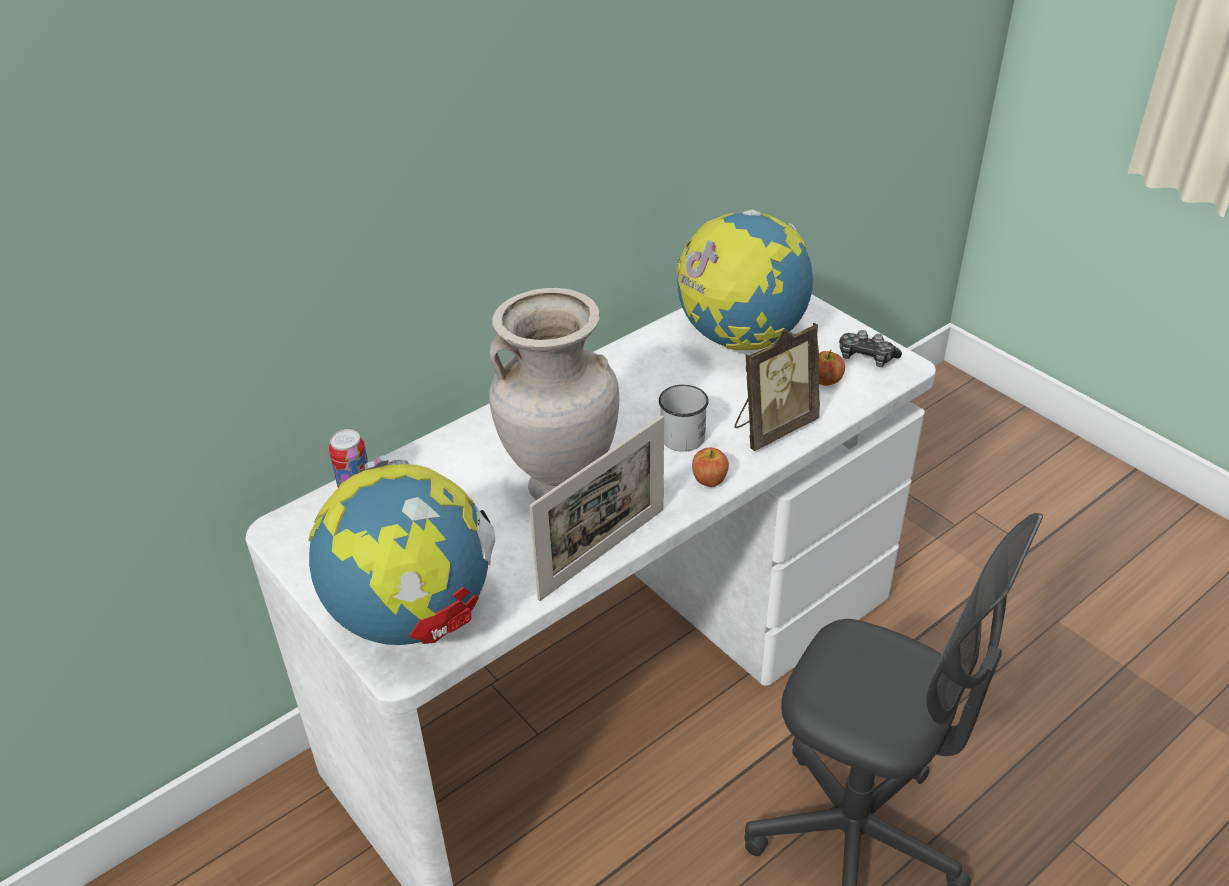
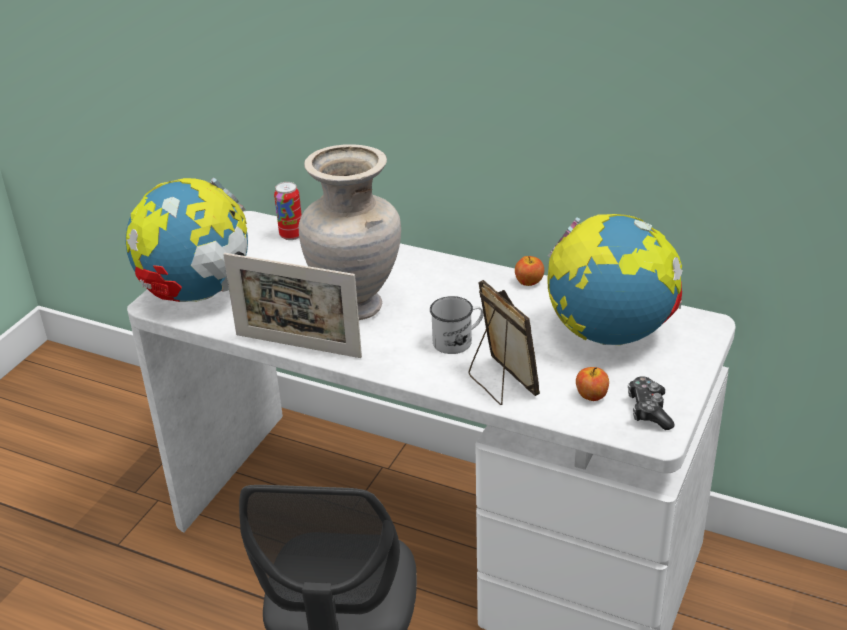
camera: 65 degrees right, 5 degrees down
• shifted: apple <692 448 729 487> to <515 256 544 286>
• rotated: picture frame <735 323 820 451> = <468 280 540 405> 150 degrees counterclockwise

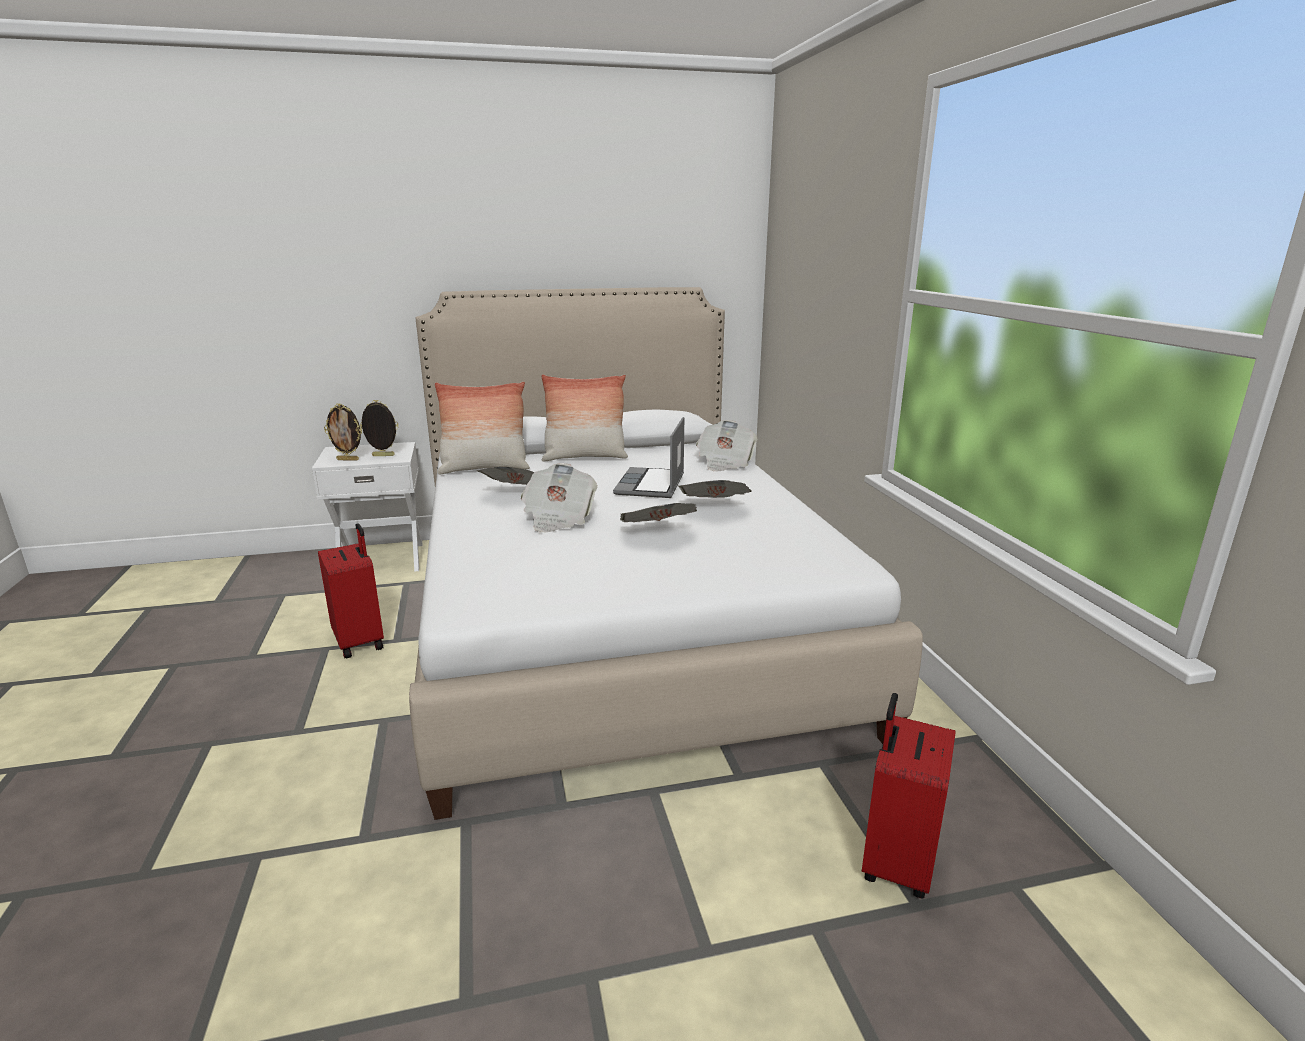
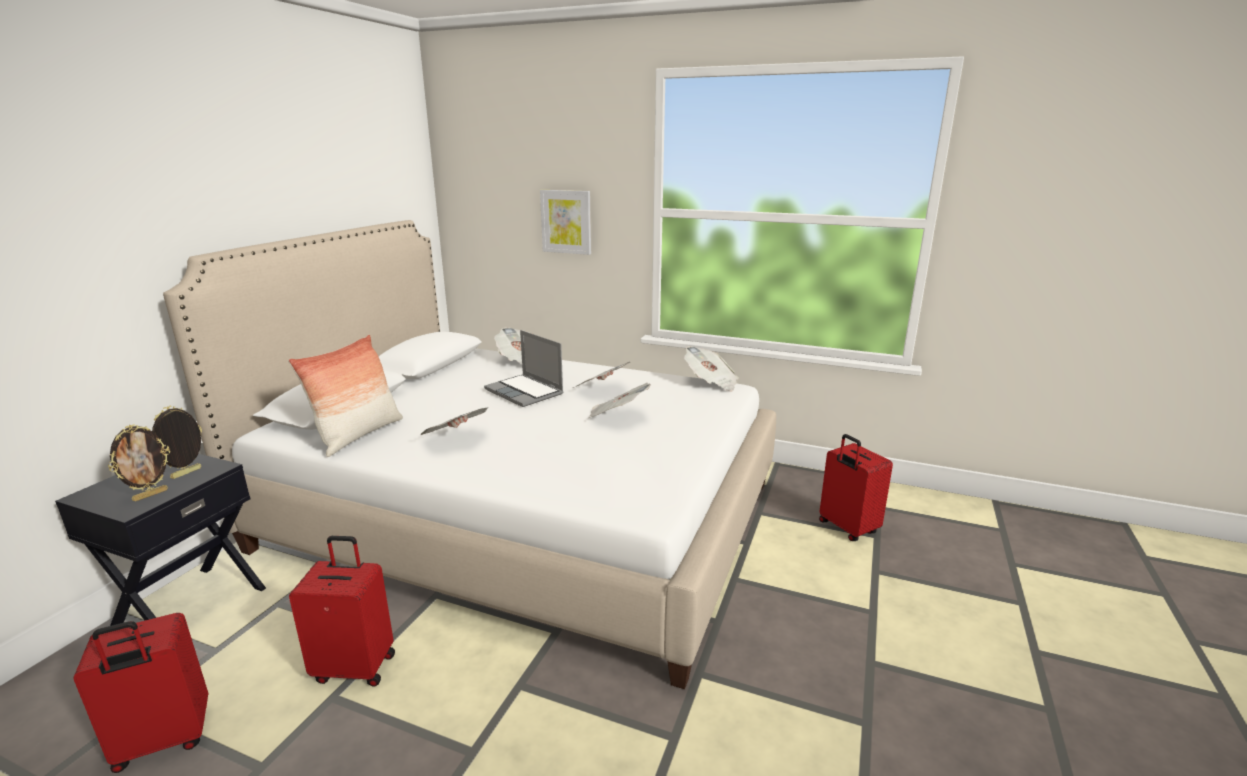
camera: 55 degrees left, 0 degrees up
• gone: pillow <541 374 628 462>
• new: red suitcase <74 613 208 773>
• new: picture <540 190 591 255>
• shifted: newspaper <521 463 598 532> to <684 346 739 392>
• repainted: white nightstand <312 442 423 572> to black nightstand <55 454 266 626>

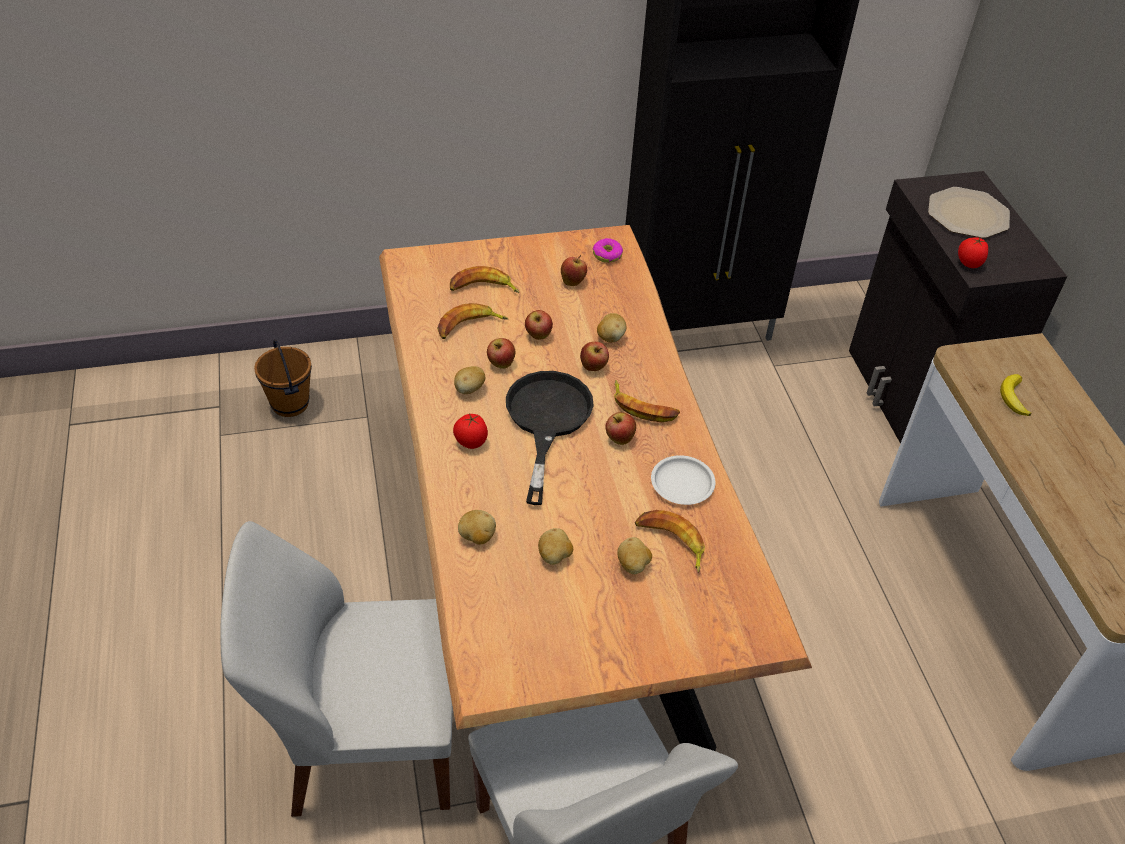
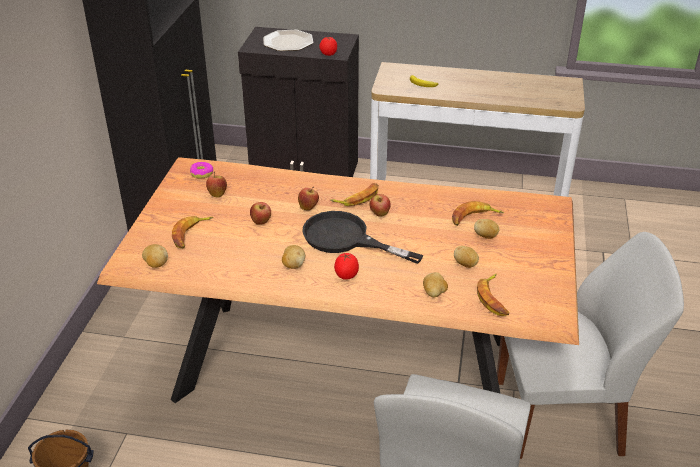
camera: 65 degrees left, 10 degrees down
• gone: apple <487 338 515 369>
• gone: white plate <651 455 716 505>
• shifted: banana <437 303 508 339> to <477 274 509 316>
• shifted: potato <597 313 626 343> to <142 244 168 268>

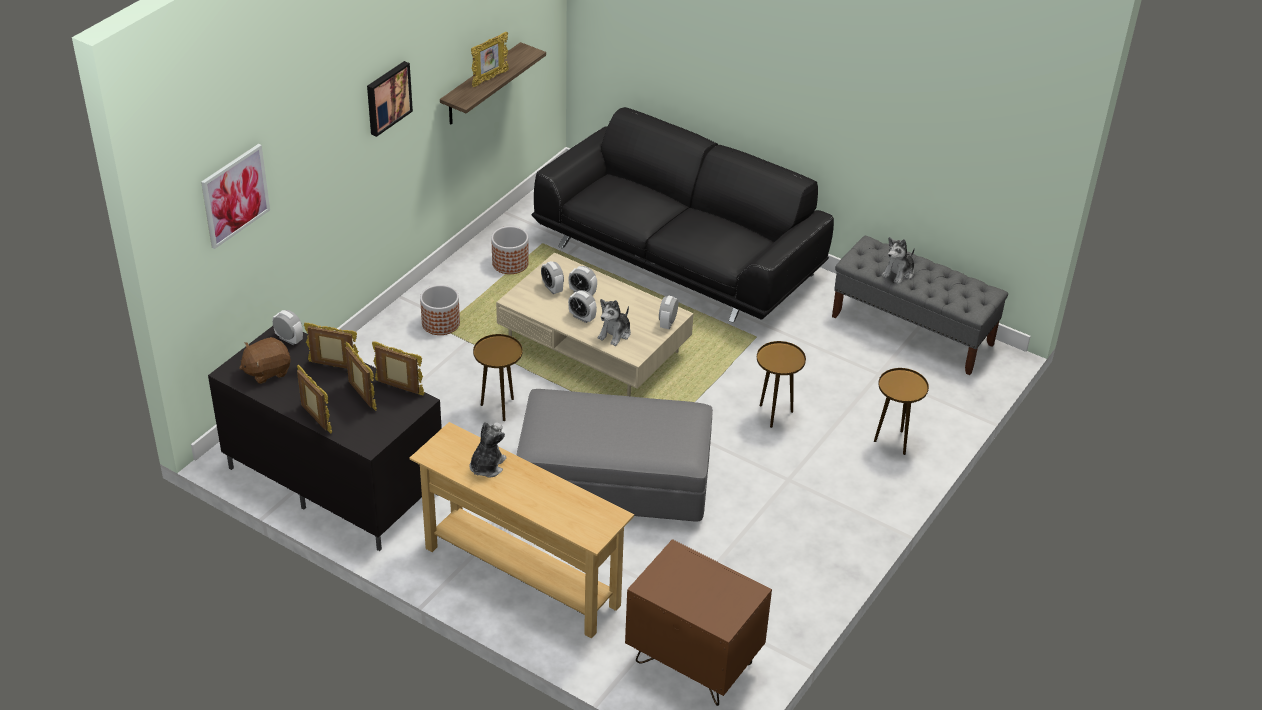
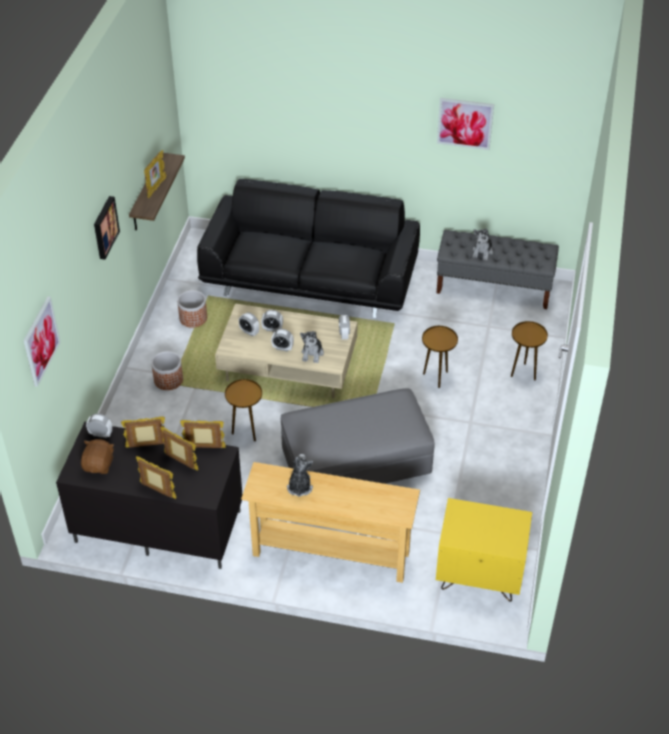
camera: 20 degrees left, 5 degrees up
• new: picture <437 98 494 150>
• repainted: brown nightstand <625 539 772 706> to yellow nightstand <436 498 532 602>
• rotated: brown plush toy <239 337 291 384> = <81 439 114 474> 150 degrees clockwise

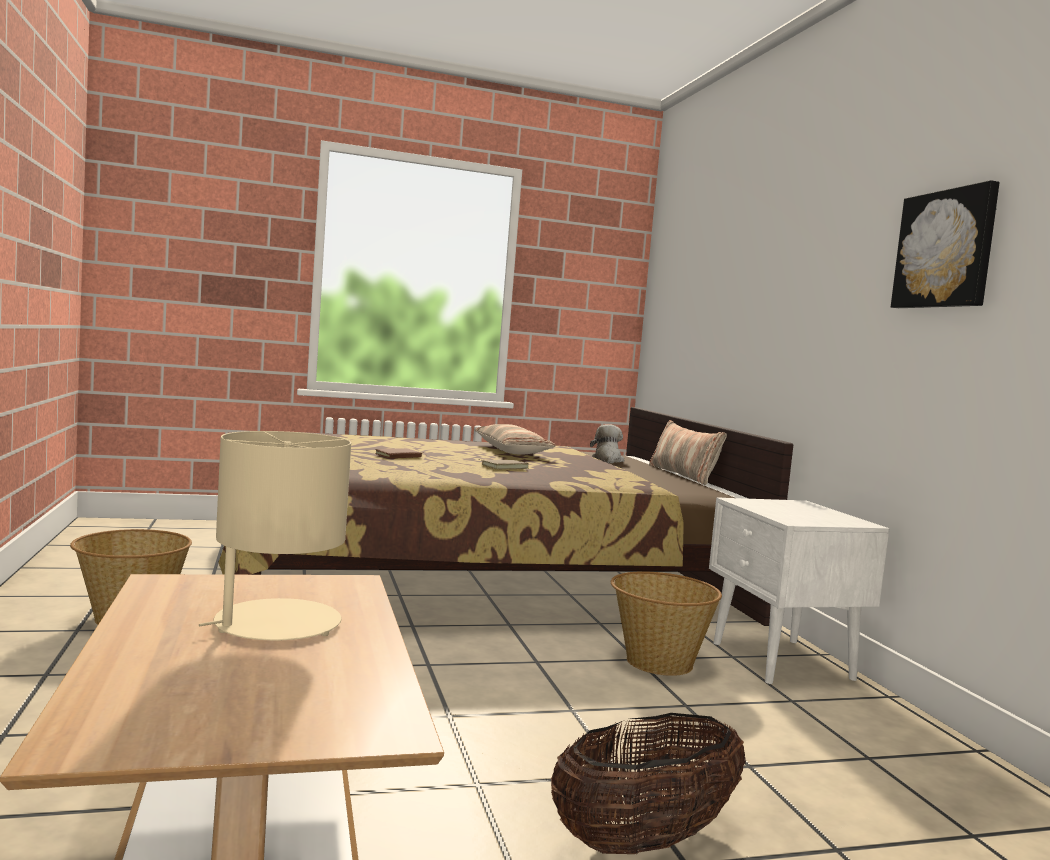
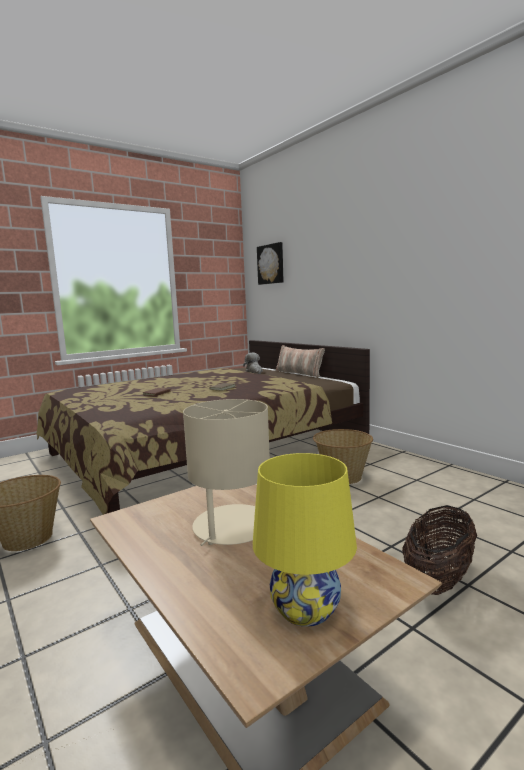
camera: 20 degrees left, 5 degrees up
• gone: pillow <474 424 556 454>
• gone: white nightstand <709 498 890 684>
• new: yellow table lamp <253 453 357 627>
• shifted: picture <891 180 1000 308> to <257 242 284 285>

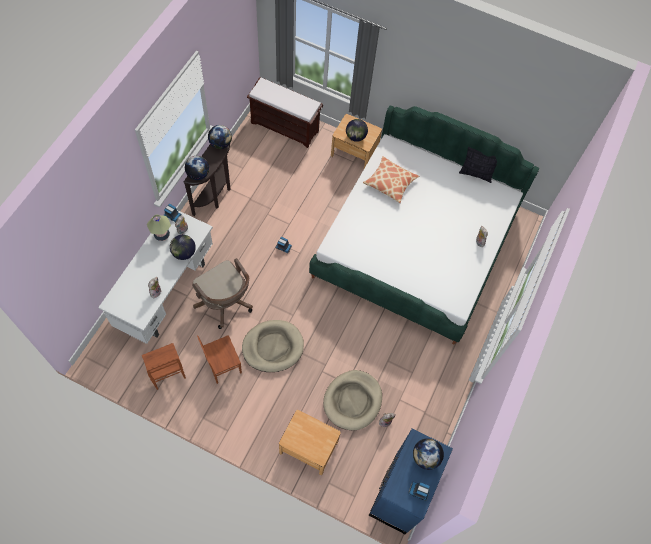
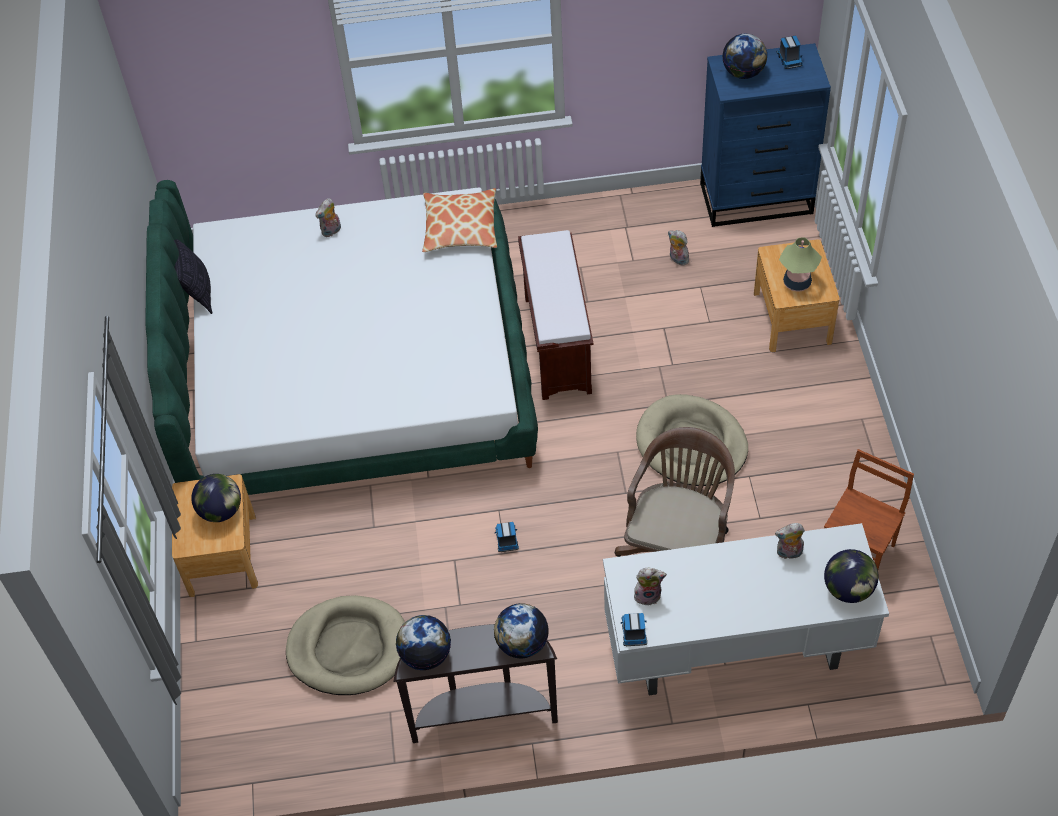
camera: 115 degrees left, 10 degrees down
• gone: brown chair <197 335 242 384>
• shifted: table lamp <147 215 171 241> to <779 238 822 292>
• shifted: globe <170 235 196 260> to <824 549 879 603>
• shifted: brown bench <247 77 323 148> to <518 230 593 400>
• shifted: beige dog bed <323 370 382 430> to <286 595 405 695>
• shifted: pillow <363 156 419 203> to <422 188 497 252>

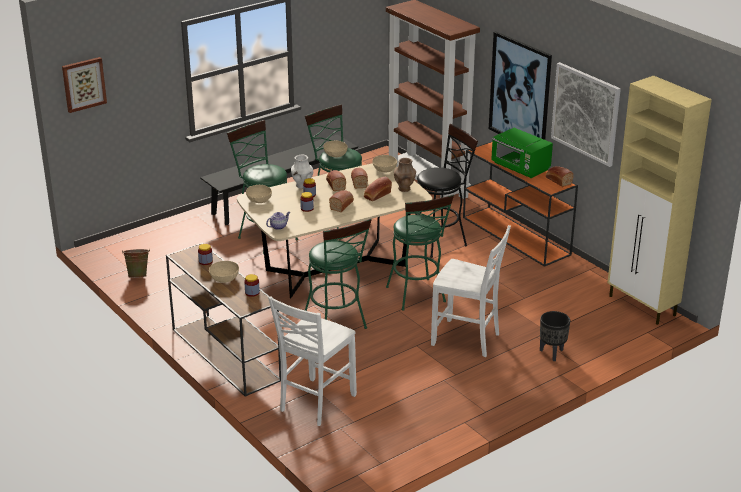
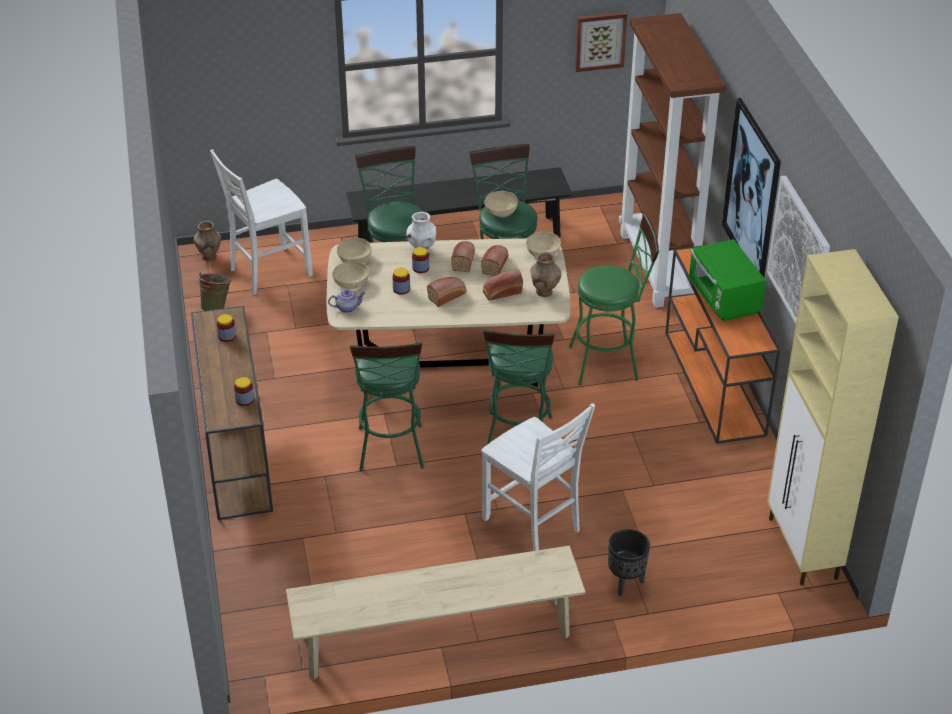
camera: 25 degrees right, 10 degrees up
• gone: bread <546 166 574 187>
• new: brown vase <194 221 221 261>
• new: beige bench <286 546 586 680>
• shifted: picture <62 57 107 113> to <575 12 627 72>
• shifted: beige bowl <209 261 239 283> to <332 261 369 289>
• shifted: white chair <268 296 357 426> to <210 149 313 295>
• repainted: black stool <415 124 478 258> to green stool <569 213 659 385>

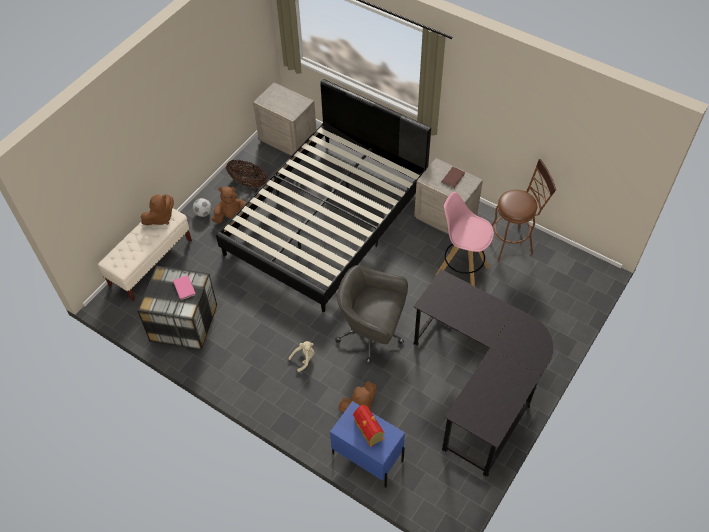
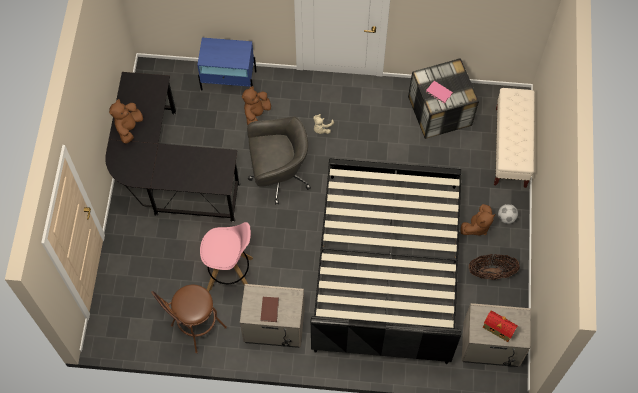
camera: 150 degrees right, 10 degrees up
• shifted: brown plush toy <141 194 174 225> to <109 99 143 144>
• shifted: toy house <353 405 384 447> to <483 310 518 342>

